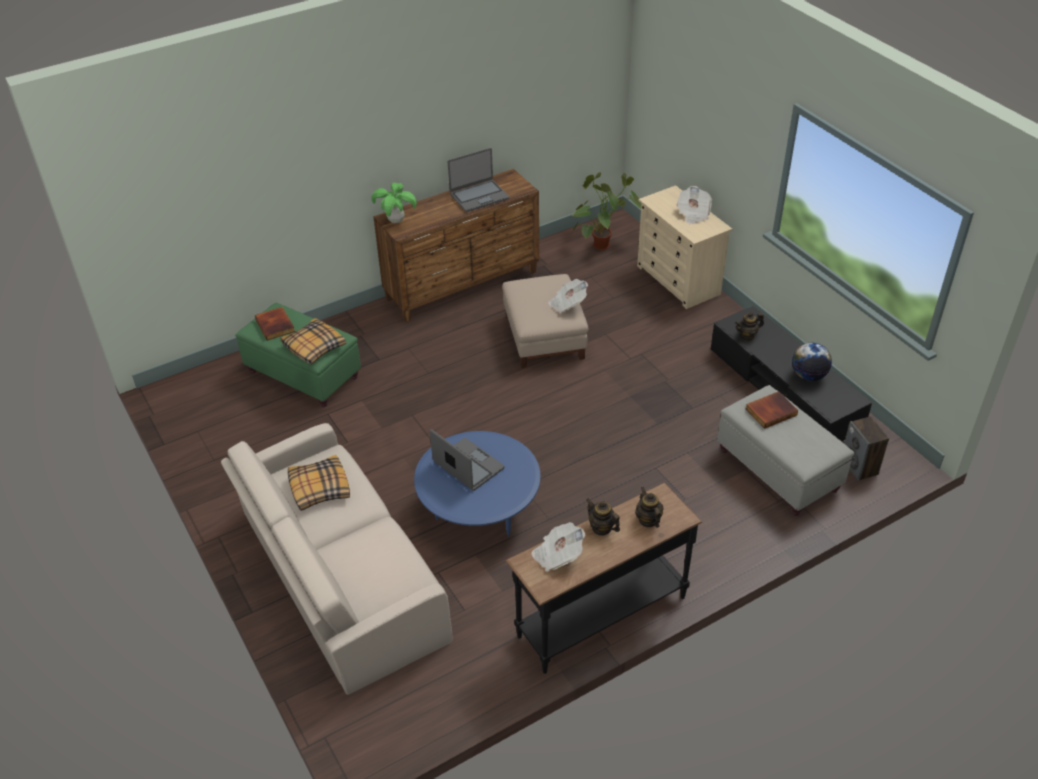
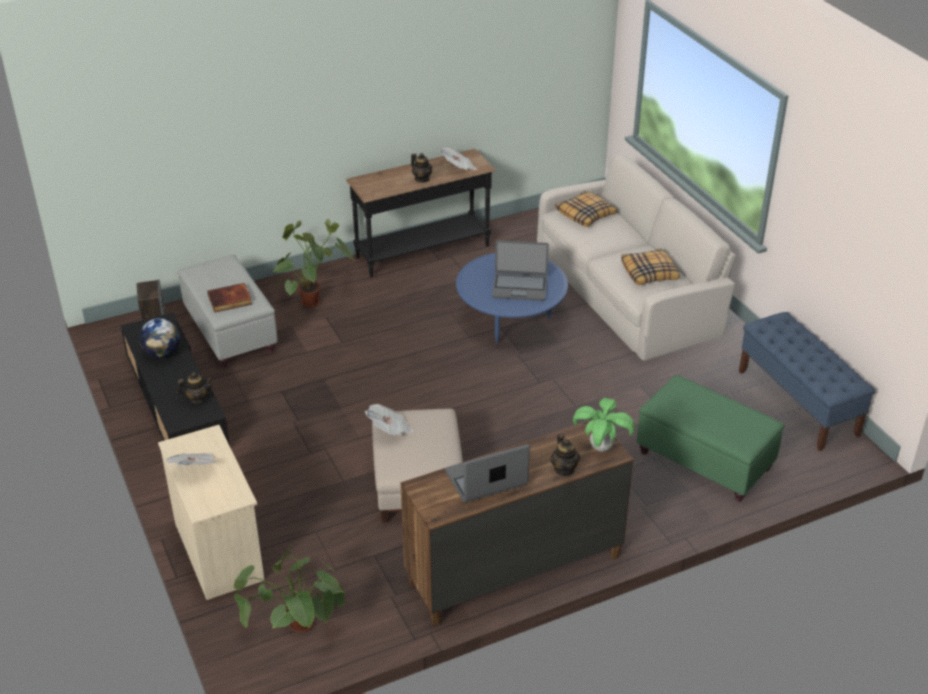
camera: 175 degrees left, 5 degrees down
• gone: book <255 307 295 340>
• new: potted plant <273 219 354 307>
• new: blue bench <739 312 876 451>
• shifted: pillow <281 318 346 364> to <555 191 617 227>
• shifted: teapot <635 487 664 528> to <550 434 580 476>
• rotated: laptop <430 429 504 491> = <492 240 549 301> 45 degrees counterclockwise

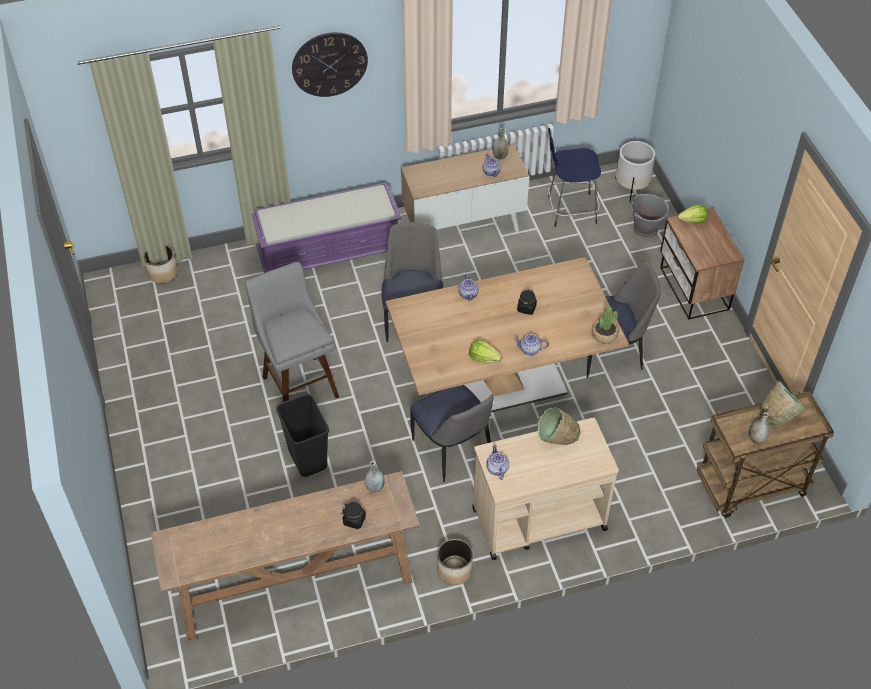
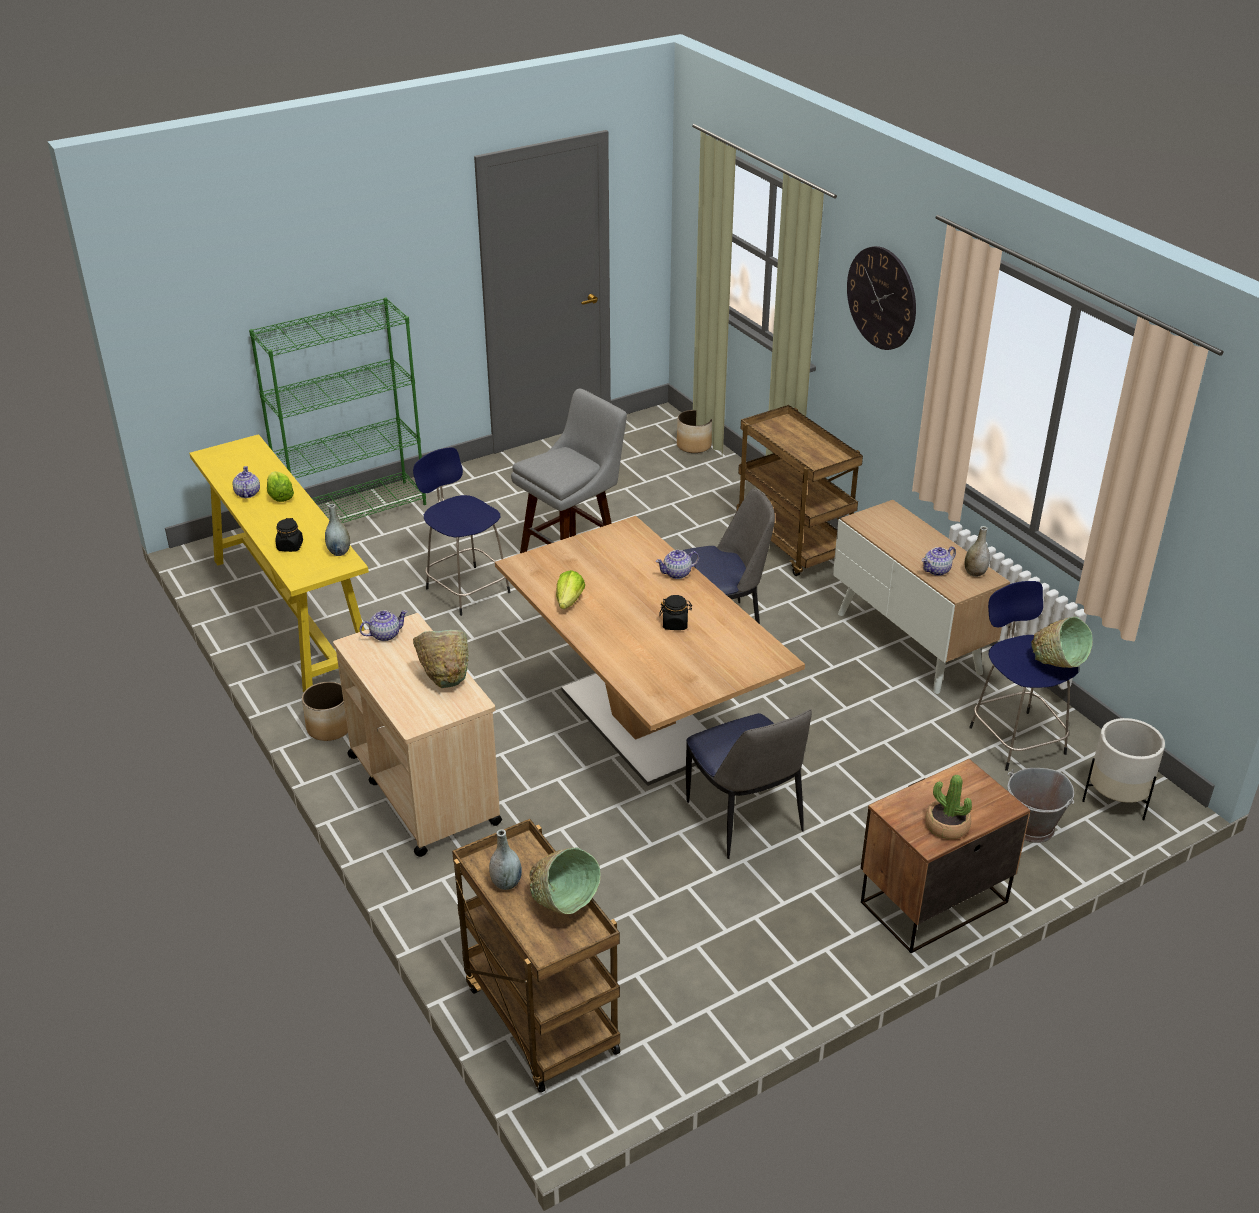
camera: 75 degrees right, 15 degrees down
• gone: chair <410 385 494 482>
• new: green bookcase <249 298 426 523>
• new: green bowl <1031 617 1093 668>
• shifted: teapot <514 334 548 355> to <233 466 260 498>
• shifted: potted plant <591 306 619 344> to <925 775 972 840>
• shifted: lettuce <678 205 708 223> to <267 471 294 502>
• swapped: purple bench <251 183 402 273> to brown cart <736 405 863 576>
• swapped: black trash can <276 394 329 477> to blue stool <413 447 511 616>
• repainted: brown console table <151 471 420 641> to yellow console table <189 434 369 692>

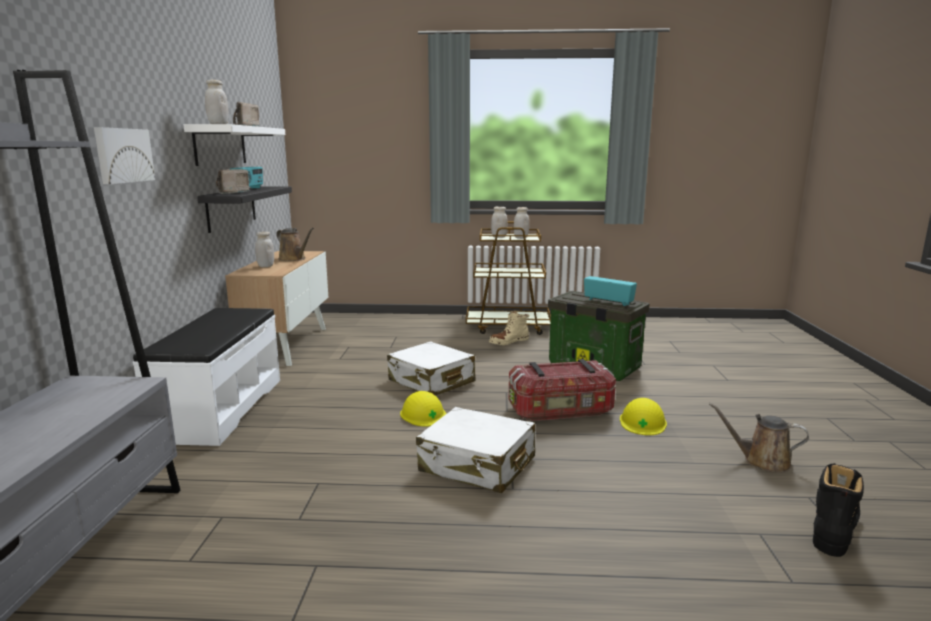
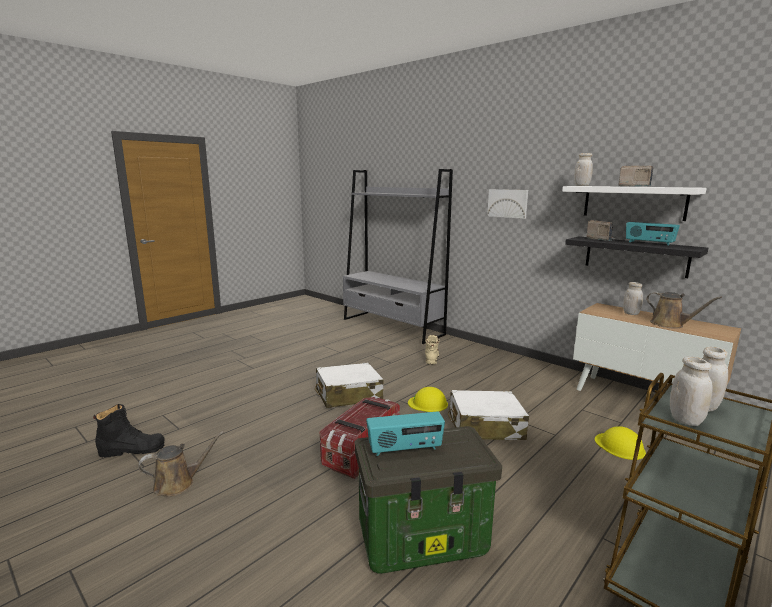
camera: 130 degrees right, 0 degrees up
• gone: white bench <133 308 280 446>
• shifted: beige boot <489 311 529 346> to <425 335 440 365>
• shifted: yellow hard hat <620 398 667 435> to <595 426 646 460>
• rotated: brown watering can <276 228 314 261> = <646 292 722 329> 120 degrees counterclockwise
• rotated: black boot <813 463 864 557> = <93 404 165 457> 90 degrees counterclockwise

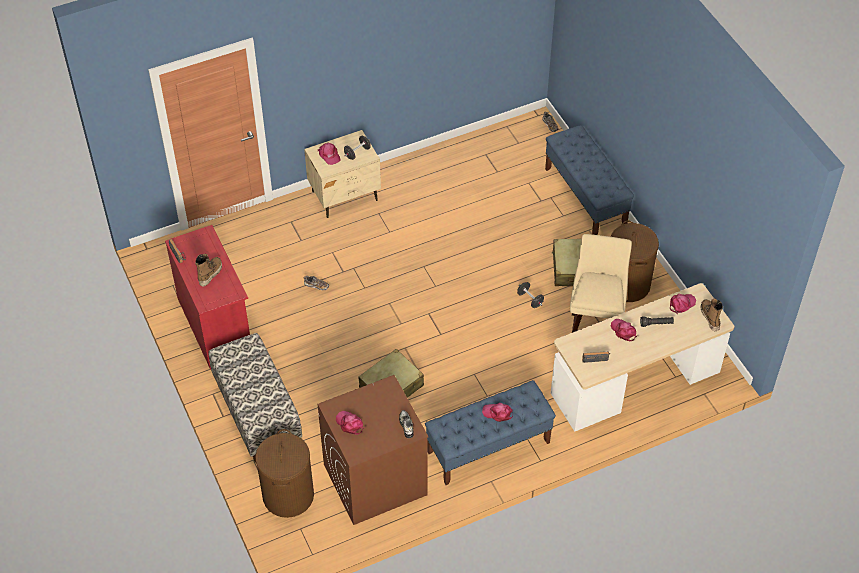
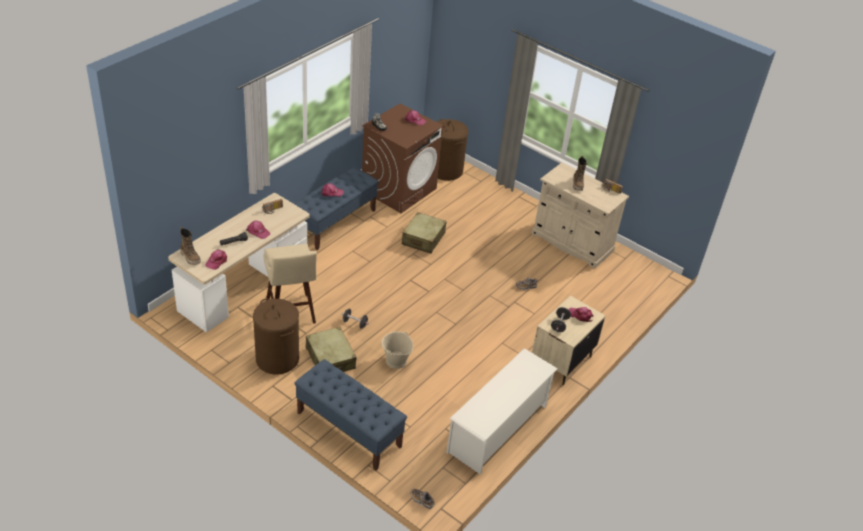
camera: 150 degrees right, 10 degrees down
• gone: bench <208 333 302 462>
• new: beige bucket <382 331 413 369>
• new: white shoe rack <446 348 558 474>
• repainted: red cabinet <165 225 250 370> to beige cabinet <531 163 629 269>

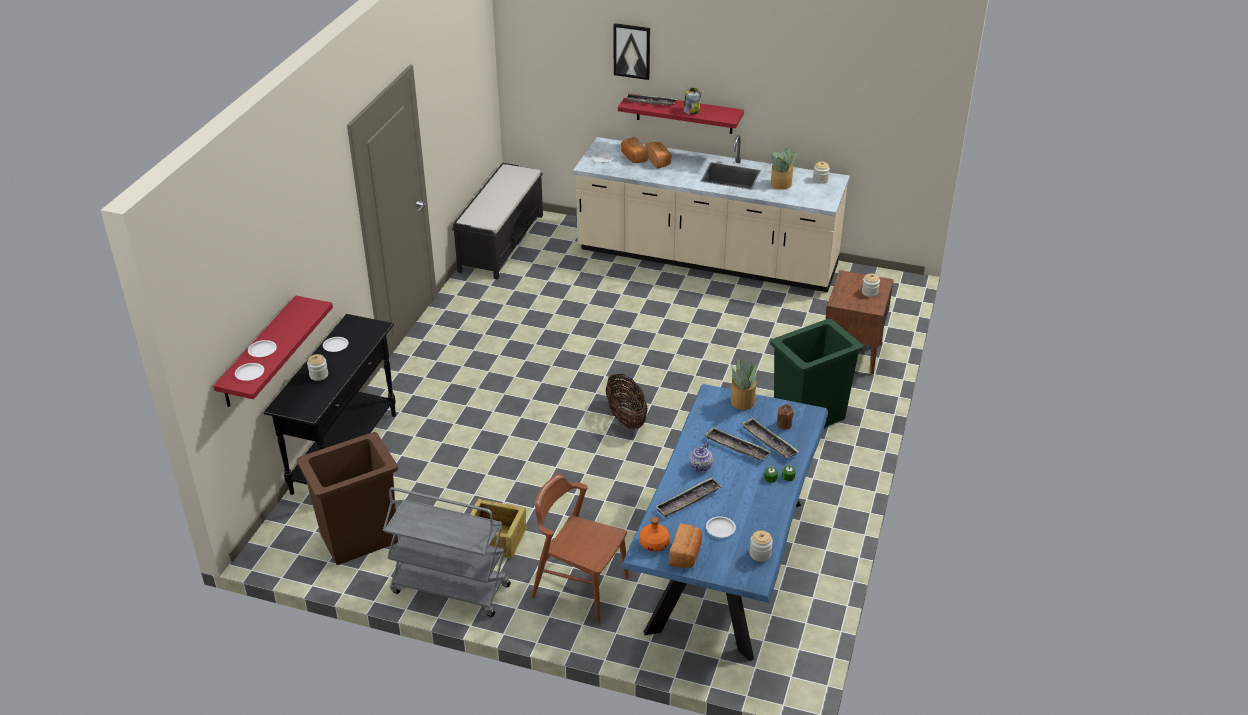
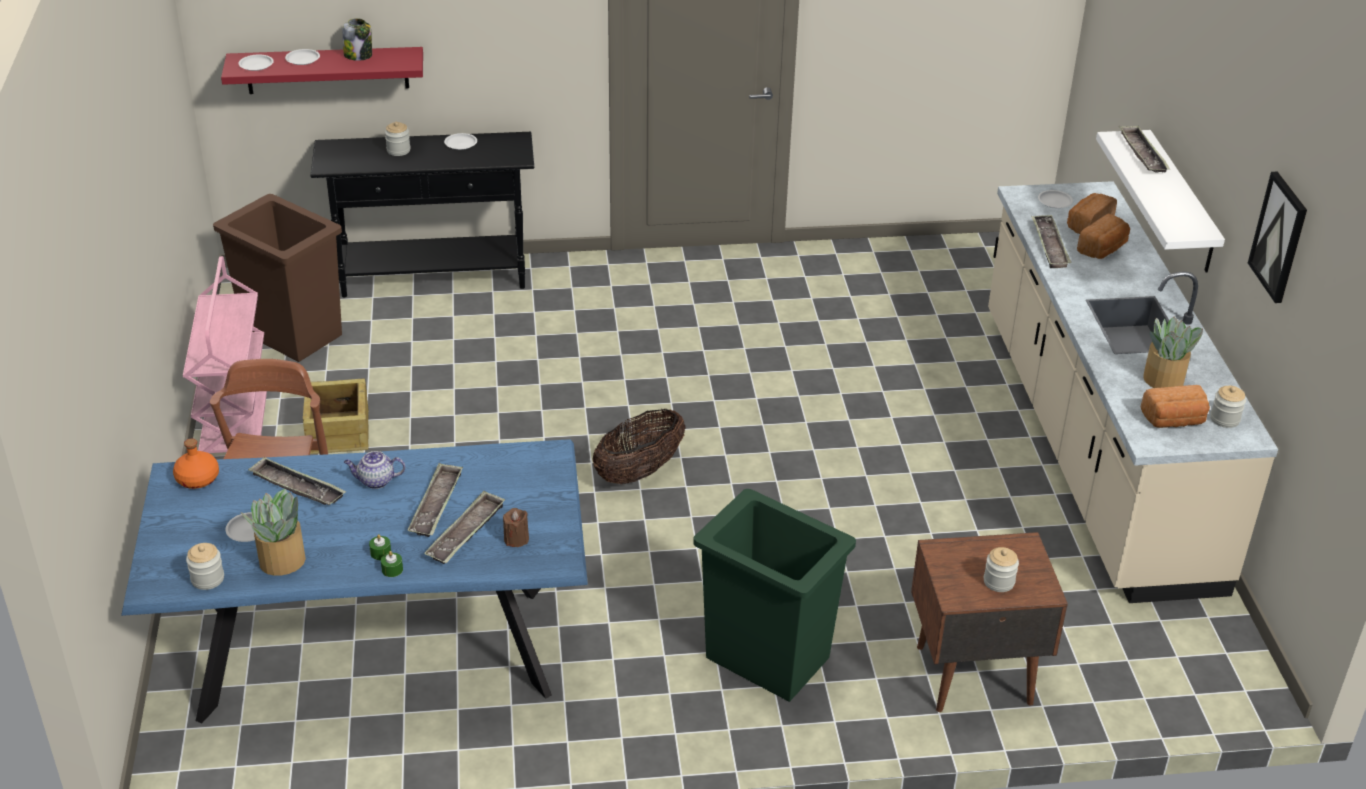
camera: 65 degrees right, 0 degrees up
• gone: black bench <452 163 543 280>
• new: tray <1031 215 1071 268>
• shifted: picture <613 23 650 80> to <1248 171 1307 303>
• shifted: bread <669 523 702 568> to <1141 385 1210 428>
• shifted: jar <684 88 701 115> to <343 18 372 61>
• shifted: potted plant <731 358 757 410> to <241 489 306 576>
• repainted: grey cart <383 487 511 617> to pink cart <183 256 267 453>
• repainted: red shelf <618 93 744 134> to white shelf <1096 130 1225 273>

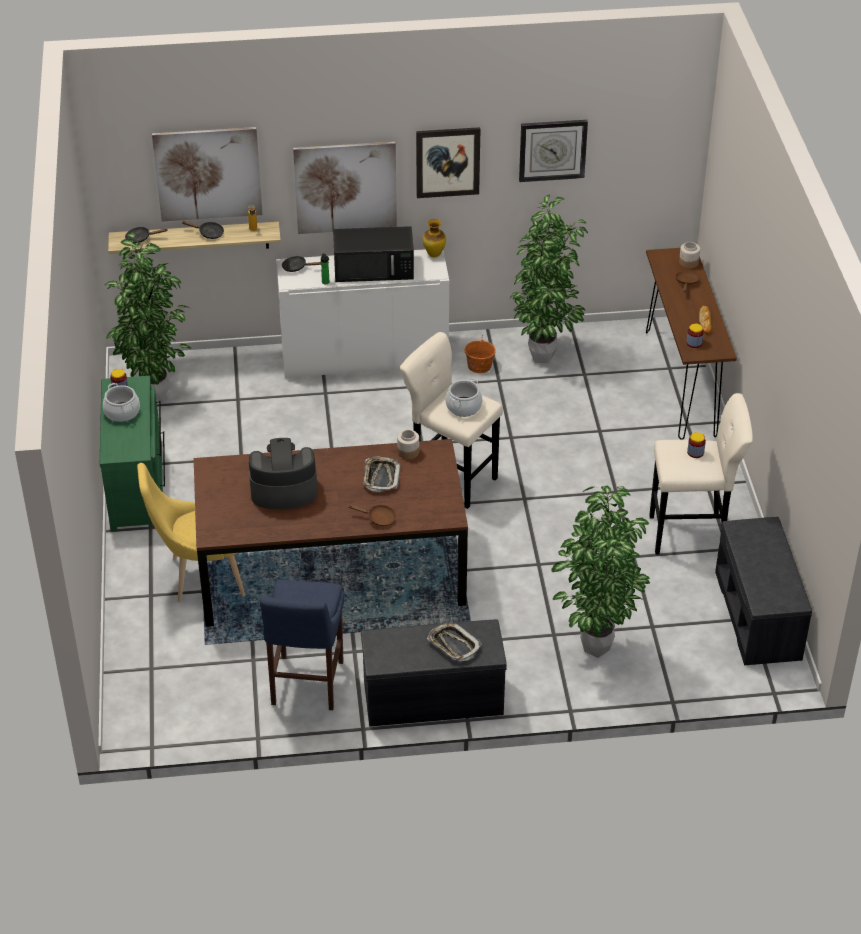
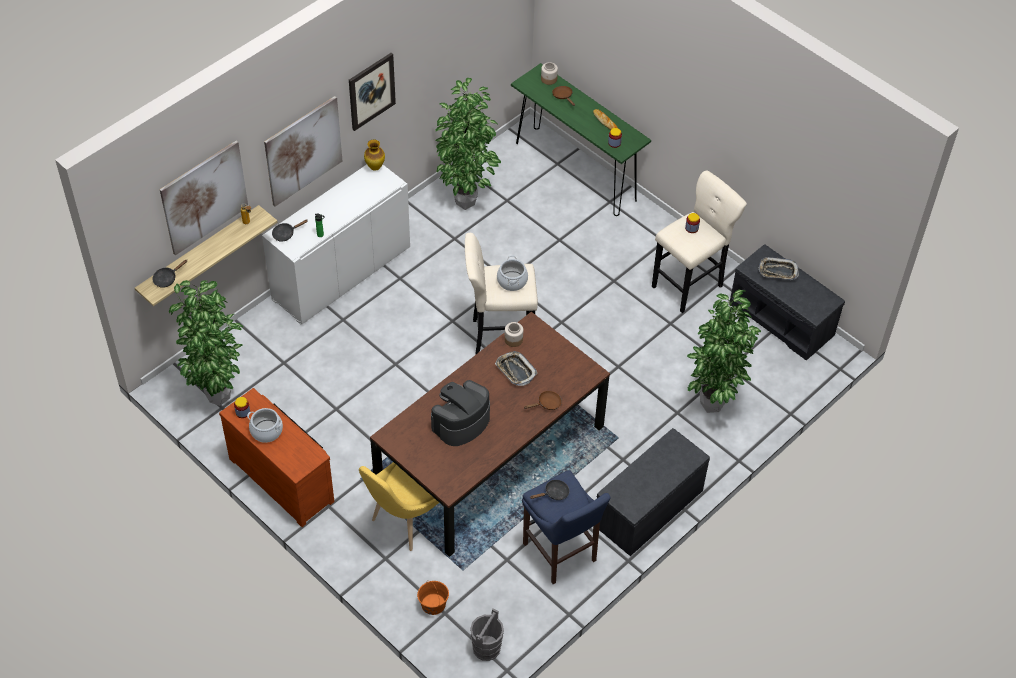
camera: 40 degrees left, 10 degrees up
• gone: black microwave <333 226 414 282>
• gone: wall clock <519 120 588 182>
• new: grey bucket <470 608 504 661>
• shifted: black frying pan <182 221 224 239> to <530 480 570 500>
• shifted: tray <427 622 482 661> to <758 257 799 280>
• shifted: orange bucket <464 338 496 373> to <417 580 449 615>
• repainted: green dresser <100 376 165 531> to brown dresser <219 388 334 527>
• repainted: brown console table <646 248 737 440> to green console table <511 63 651 216>

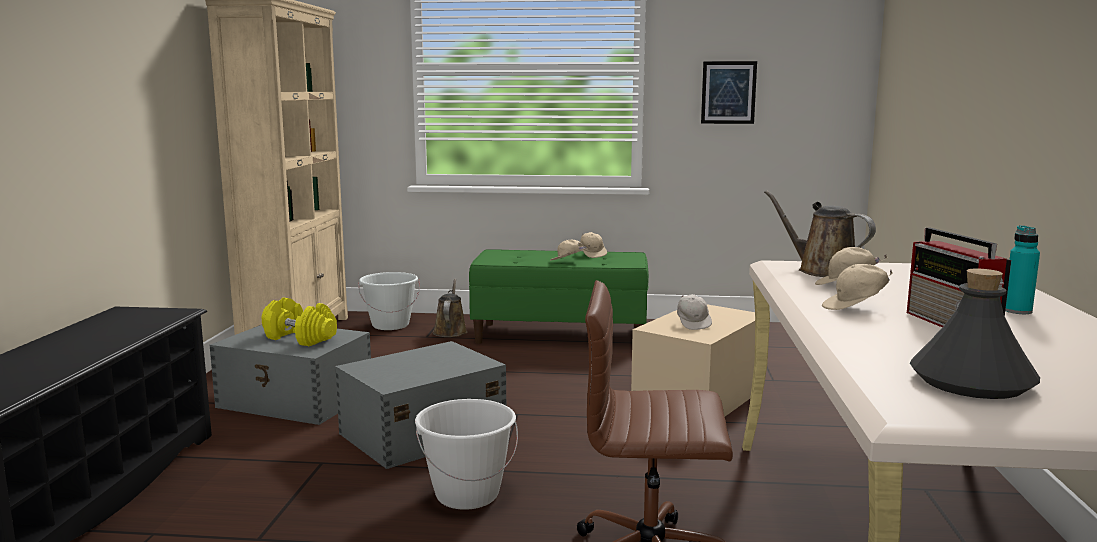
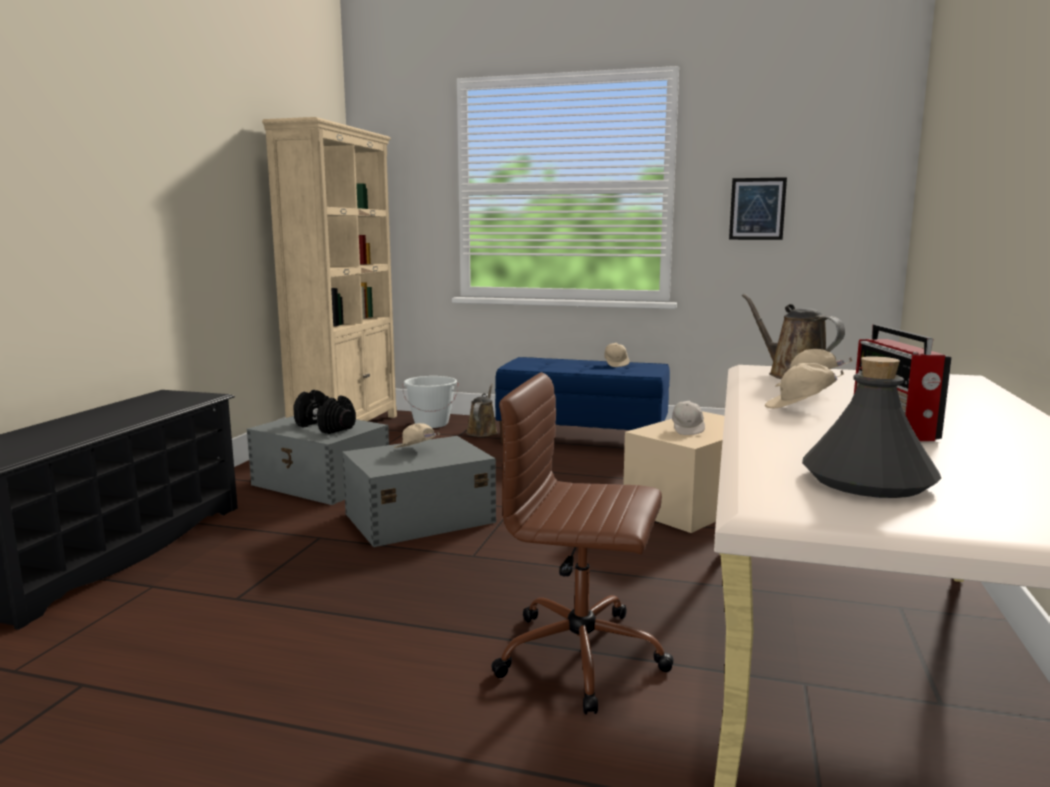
camera: 10 degrees right, 0 degrees up
• gone: white bucket <415 399 518 510>
• gone: turquoise bottle <1005 225 1040 314>
• shifted: beige cap <550 240 591 260> to <394 423 440 448>
• repainted: yellow dumbbell <262 297 337 346> to black dumbbell <293 390 356 434>
• repainted: green bench <469 249 649 344> to blue bench <495 357 670 444>

